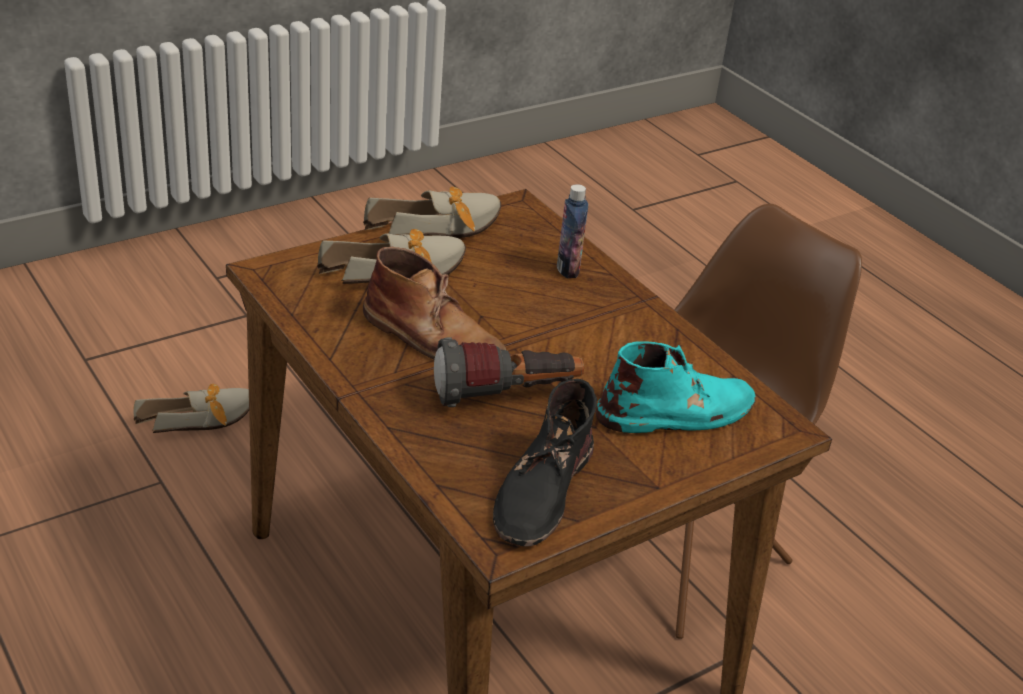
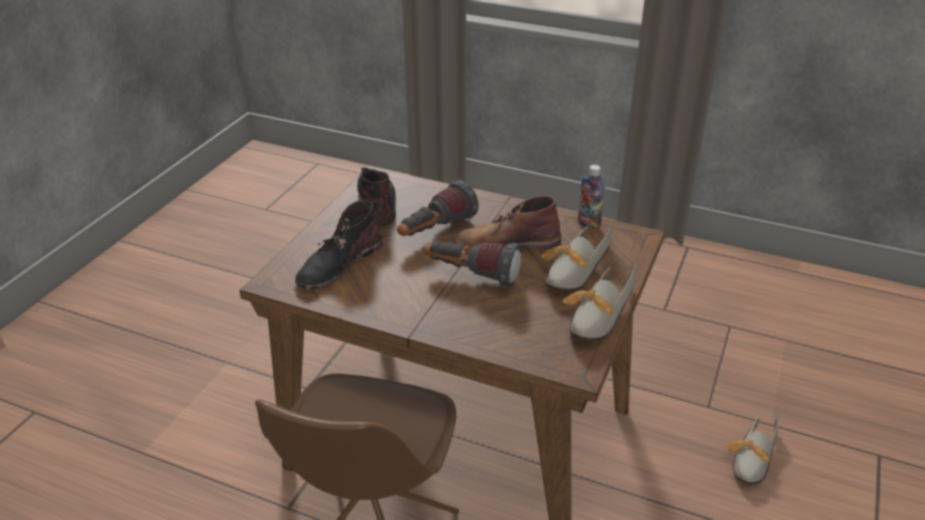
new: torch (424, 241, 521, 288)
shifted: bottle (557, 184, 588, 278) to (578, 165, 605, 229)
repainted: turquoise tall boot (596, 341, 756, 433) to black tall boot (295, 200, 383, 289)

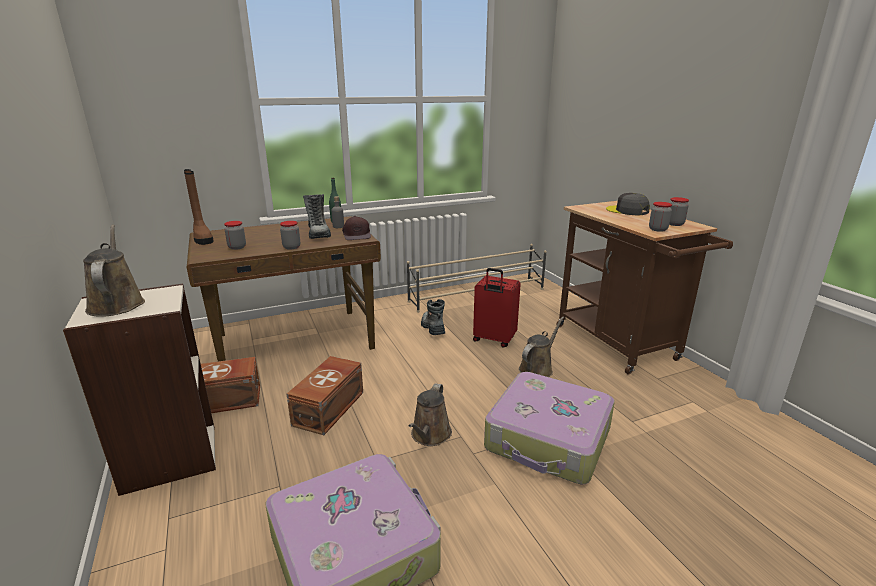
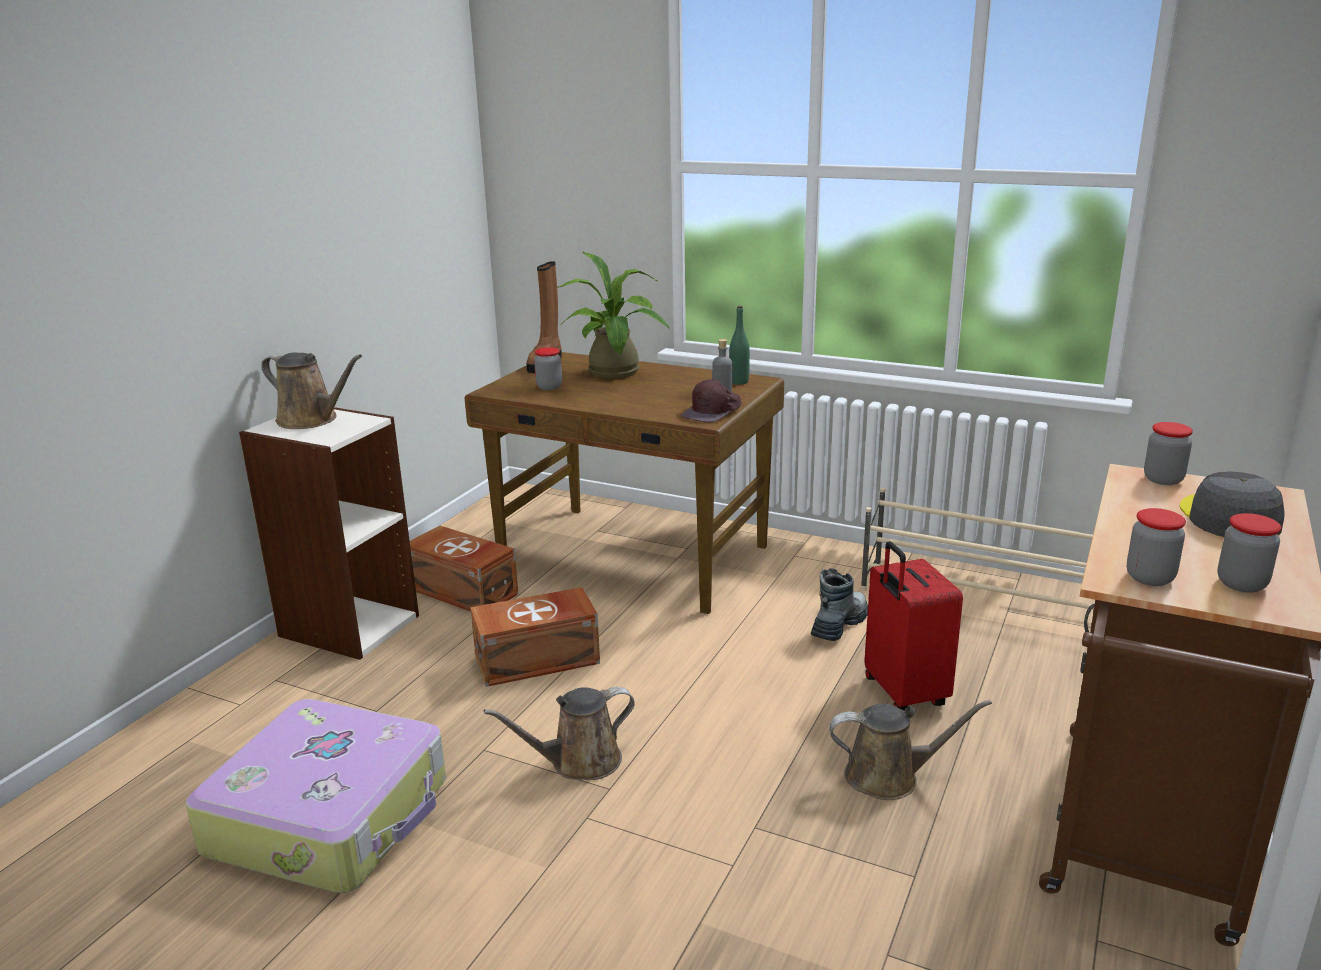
gone: tall boot (303, 194, 331, 239); travel case (484, 372, 615, 485)
new: houseplant (556, 252, 669, 378)
shifted: storage jar (280, 221, 300, 250) to (1144, 422, 1193, 485)
rotated: brown sprinkling can (83, 225, 145, 317) = (261, 352, 362, 429) 90 degrees clockwise

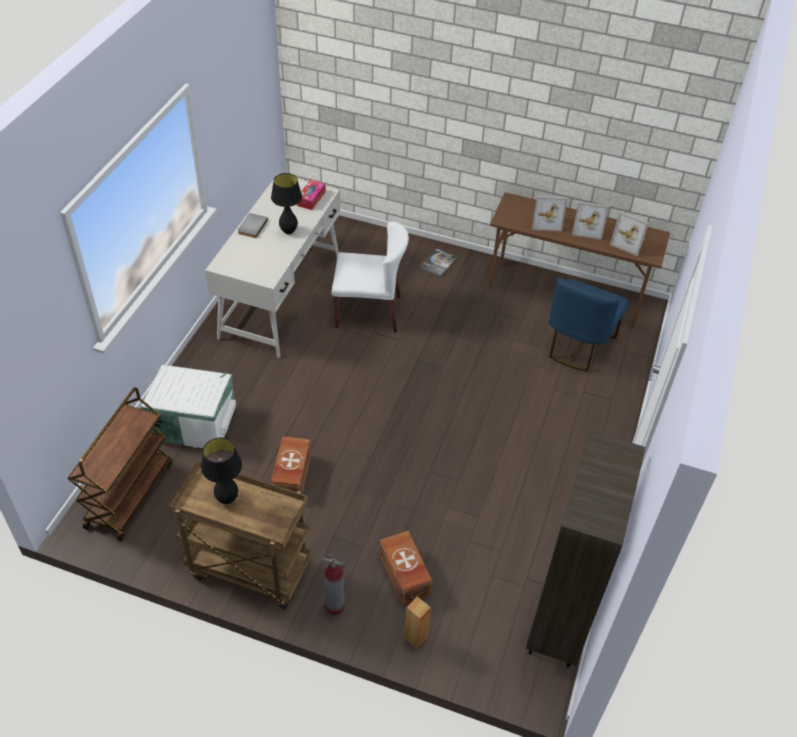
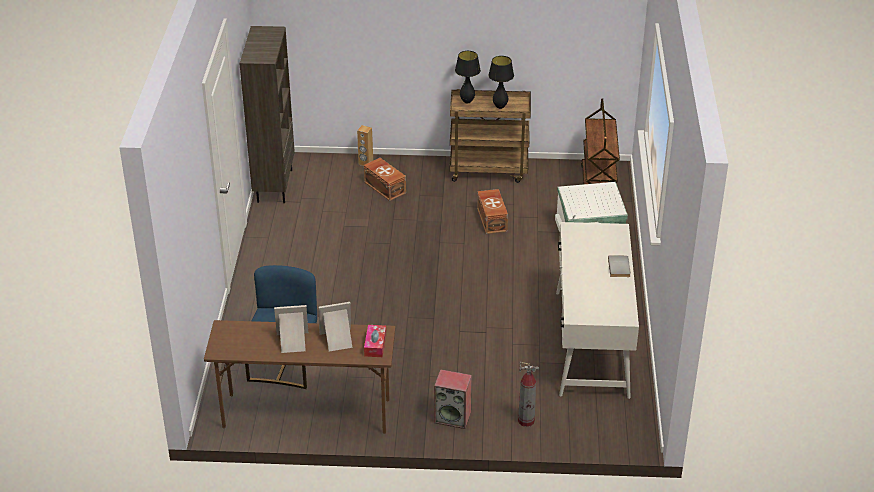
gone: white-coloured plain chair (332, 222, 409, 333); standing frame (610, 212, 649, 256)
shifted: box of tissues (297, 180, 326, 210) to (364, 325, 386, 357); black tabletop lamp (271, 173, 302, 234) to (455, 51, 481, 103); fire extinguisher (321, 553, 346, 615) to (518, 362, 539, 427)
swapped: book (420, 249, 458, 276) to loudspeaker (434, 369, 472, 429)

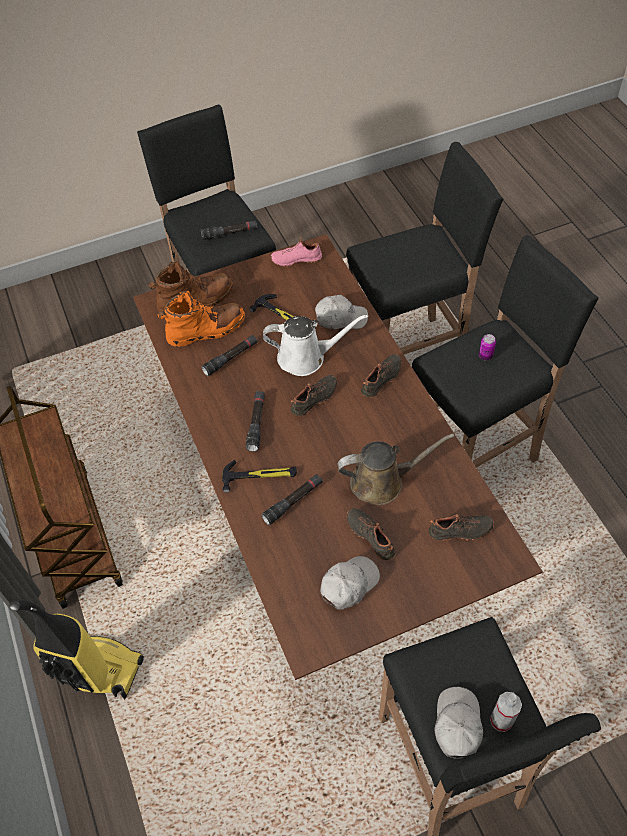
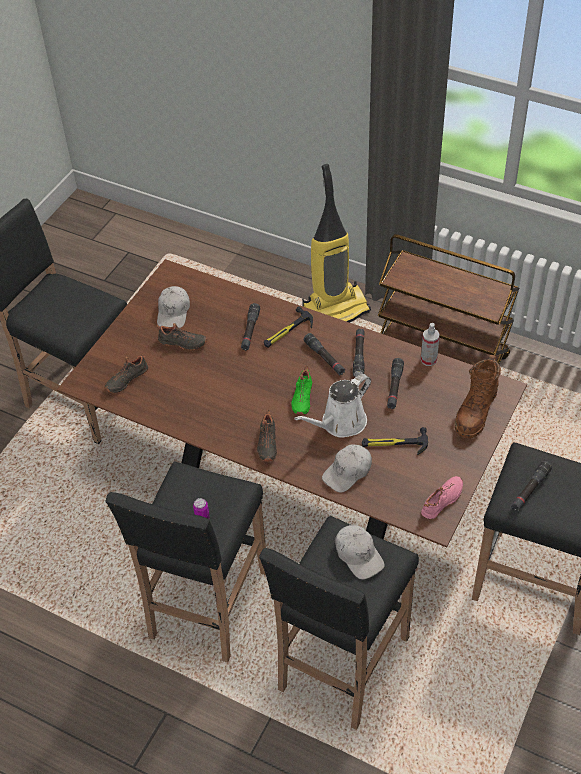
gone: orangey tall boot (157, 291, 245, 347); brown sprinkling can (338, 433, 455, 505)
new: black torch (353, 329, 365, 377)
shifted: white-coloured peaked cap (435, 687, 483, 759) to (335, 525, 385, 579); hand sprayer (490, 692, 522, 732) to (421, 323, 440, 366)
repainted: black low shoe (291, 375, 337, 416) to greenish low shoe (291, 366, 312, 415)

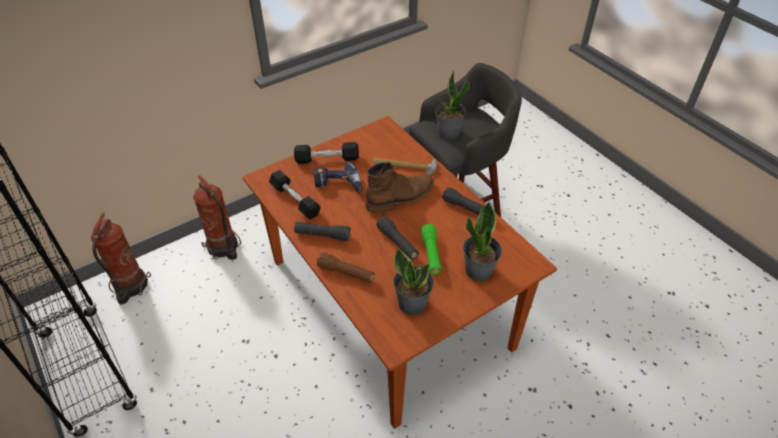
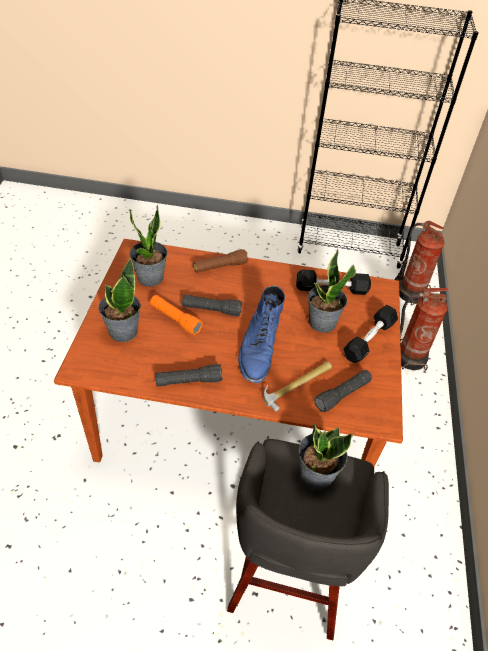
shifted: black torch (294, 222, 351, 241) to (314, 370, 372, 412)
swapped: electric drill (313, 162, 362, 192) to houseplant (308, 249, 356, 333)
repainted: greenish torch (421, 224, 442, 275) to orangey torch (150, 295, 203, 335); brown tall boot (365, 161, 434, 214) to blue tall boot (238, 286, 285, 383)

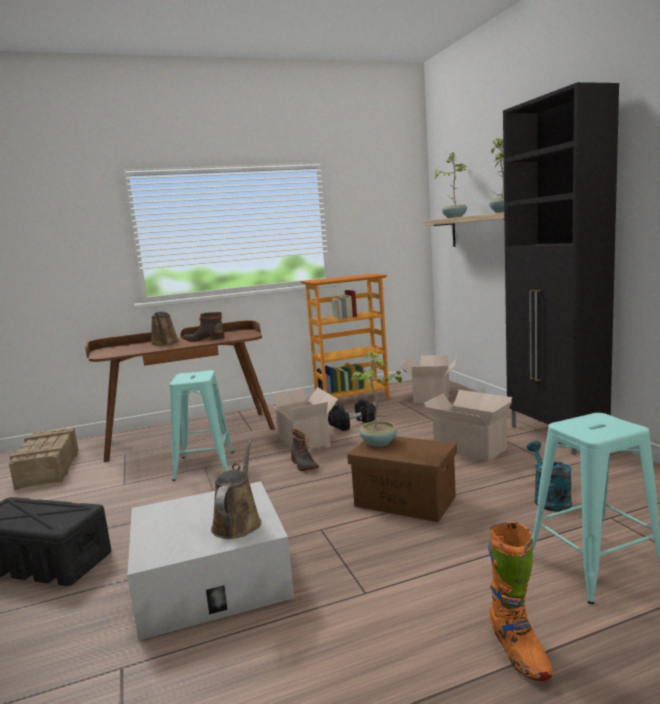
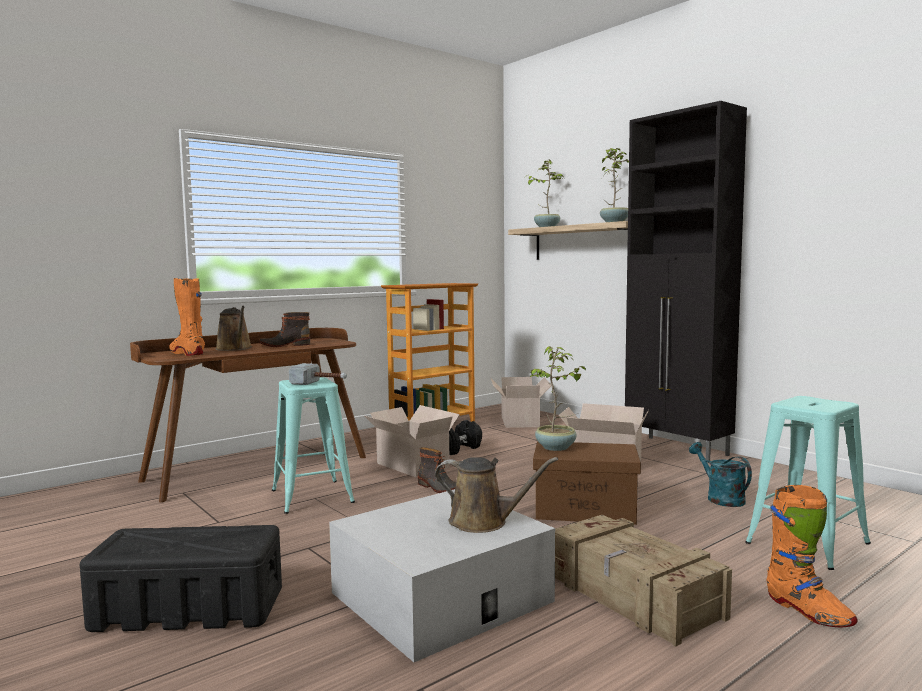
new: orangey tall boot (169, 278, 205, 356); tool hammer (289, 363, 347, 385)
shifted: shipping crate (9, 427, 78, 490) to (555, 515, 732, 646)
rotated: brown sprinkling can (211, 440, 262, 539) = (435, 457, 558, 533) 120 degrees clockwise

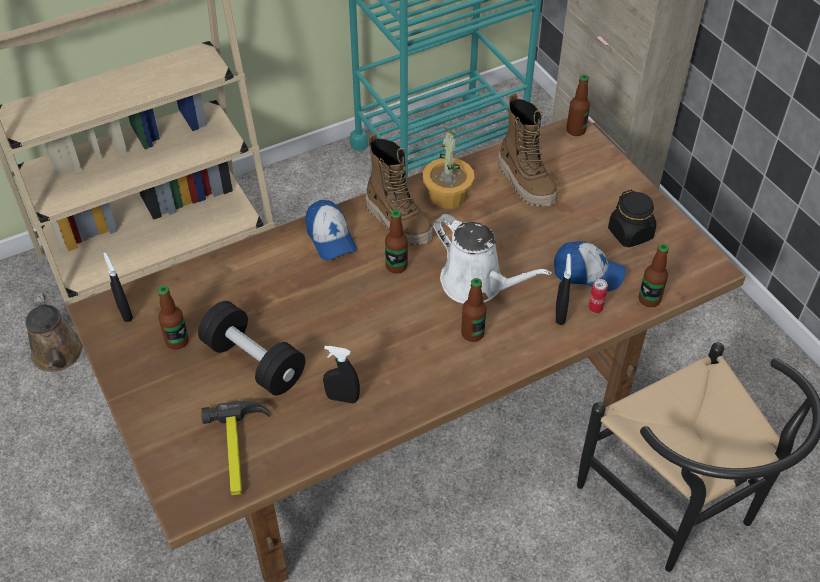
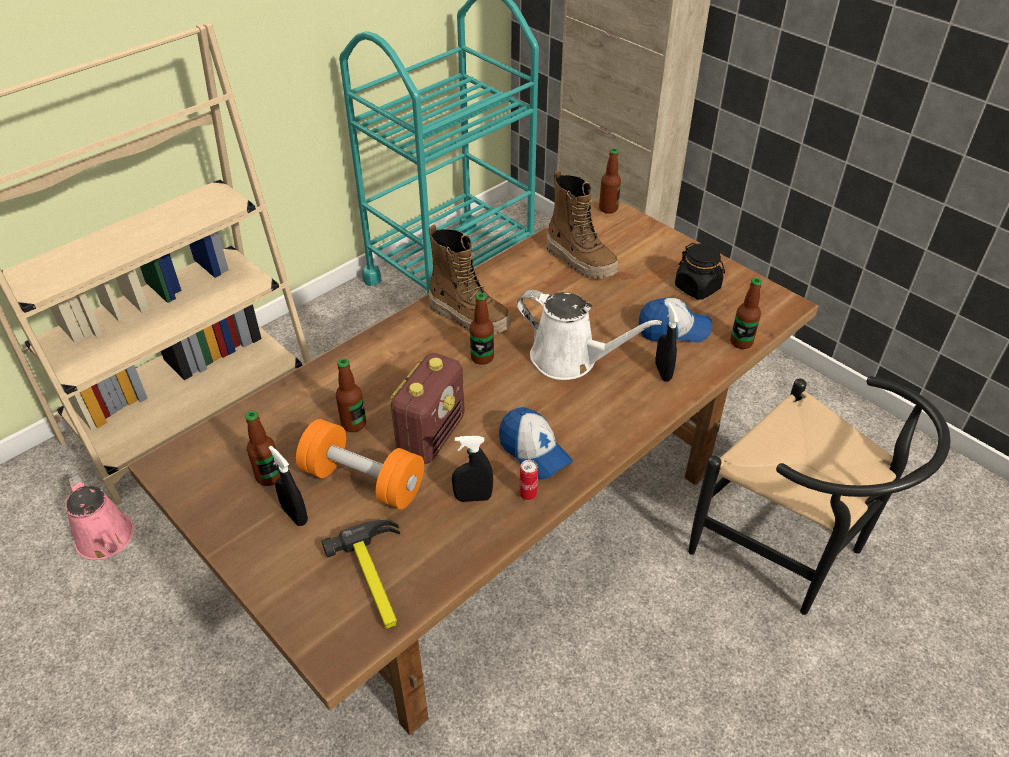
gone: houseplant (423, 128, 474, 209)
new: radio (390, 353, 465, 464)
shifted: black hand sprayer (104, 252, 133, 322) to (269, 446, 308, 526); bottle (461, 278, 487, 342) to (336, 358, 366, 432); peaked cap (305, 200, 357, 260) to (499, 407, 573, 479); metal can (588, 279, 608, 313) to (520, 460, 538, 500)
repainted: brown sprinkling can (25, 292, 83, 372) to pink-coloured sprinkling can (65, 474, 134, 560); black hand weight (198, 301, 305, 396) to orangey hand weight (296, 419, 424, 509)

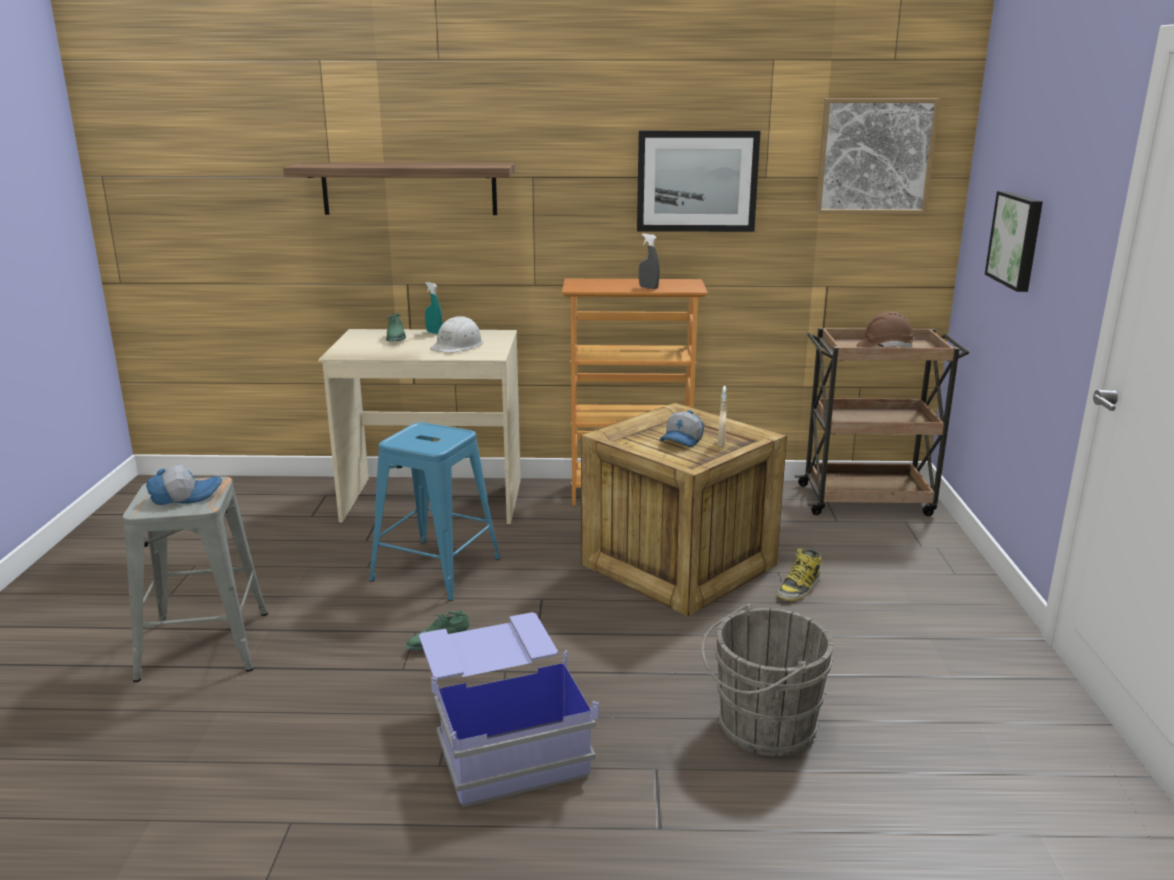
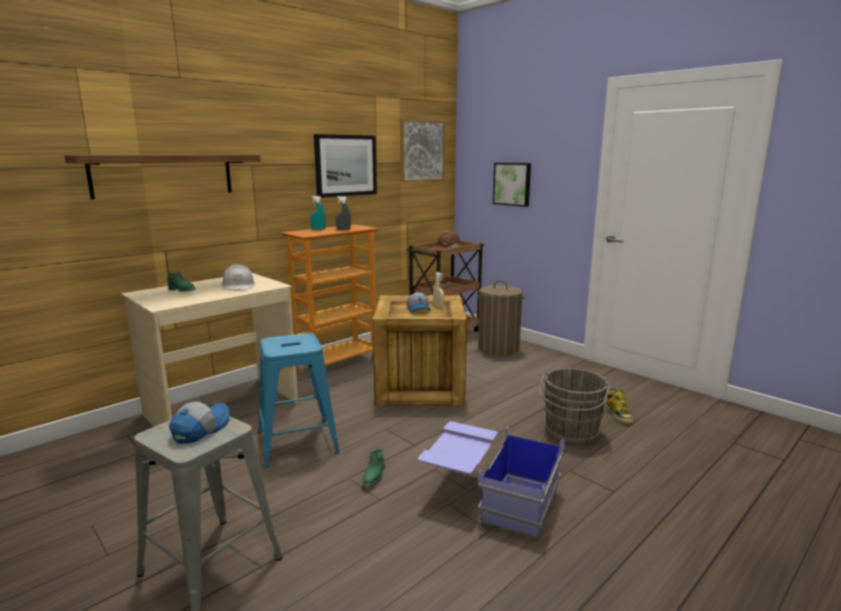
new: washing basket (475, 280, 528, 356)
shifted: turquoise hand sprayer (425, 282, 442, 334) to (311, 196, 326, 230); tall boot (777, 548, 821, 601) to (605, 389, 634, 424)

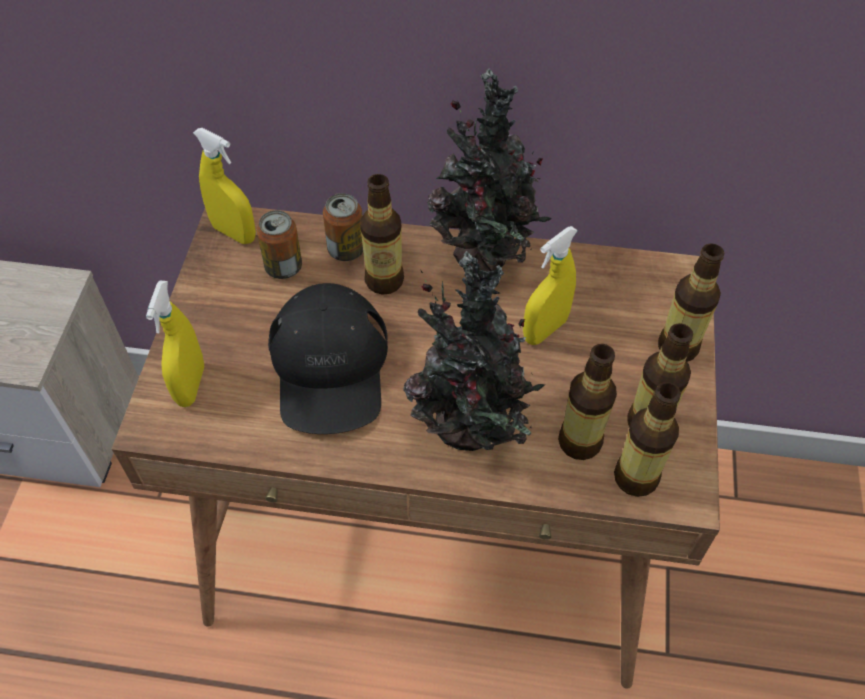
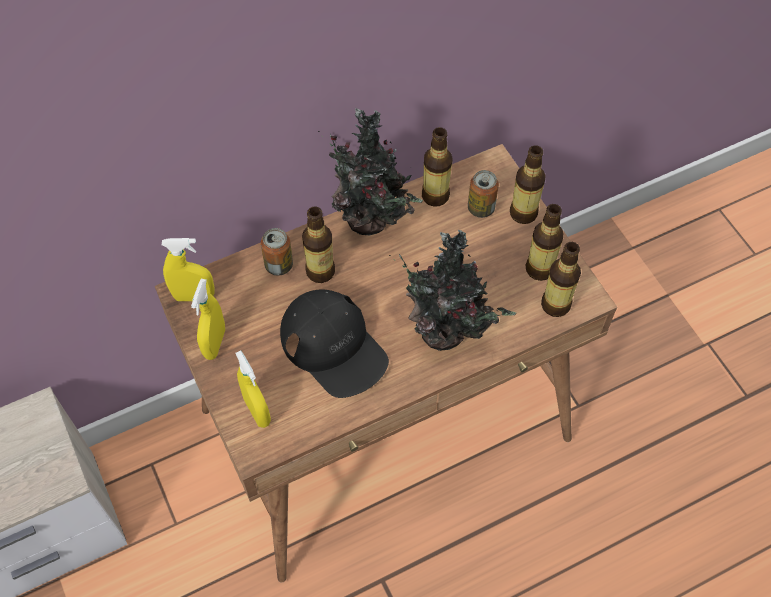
shifted: yellowish hand sprayer (523, 226, 578, 345) to (191, 279, 225, 360); bottle (558, 344, 617, 460) to (422, 127, 453, 206); metal can (257, 210, 302, 279) to (468, 170, 499, 218)

